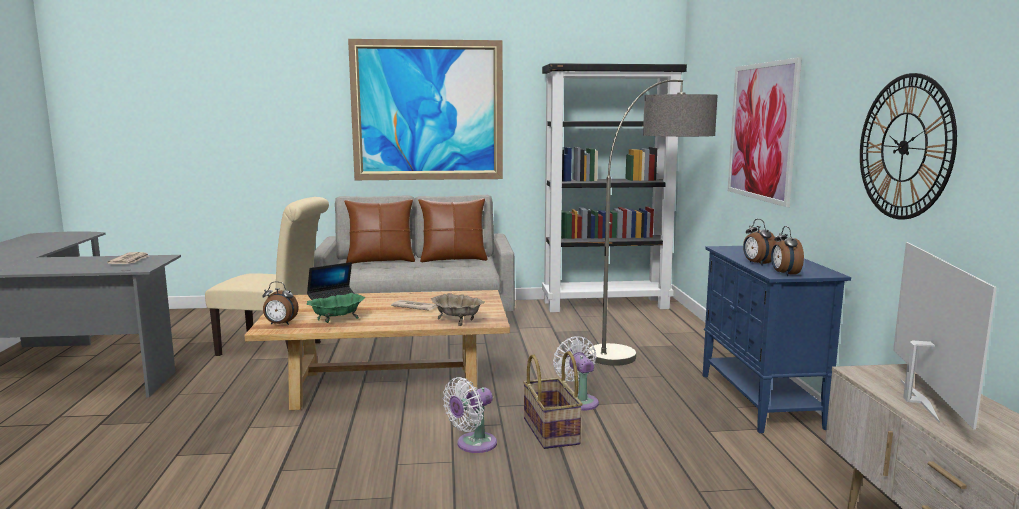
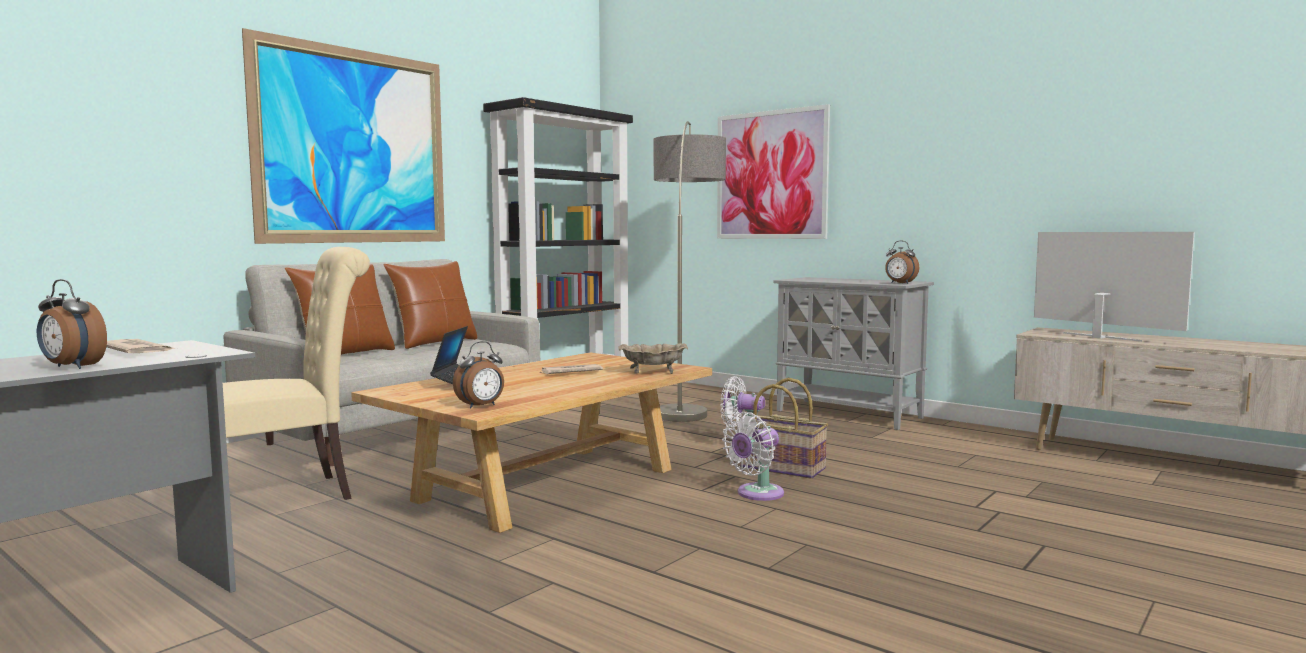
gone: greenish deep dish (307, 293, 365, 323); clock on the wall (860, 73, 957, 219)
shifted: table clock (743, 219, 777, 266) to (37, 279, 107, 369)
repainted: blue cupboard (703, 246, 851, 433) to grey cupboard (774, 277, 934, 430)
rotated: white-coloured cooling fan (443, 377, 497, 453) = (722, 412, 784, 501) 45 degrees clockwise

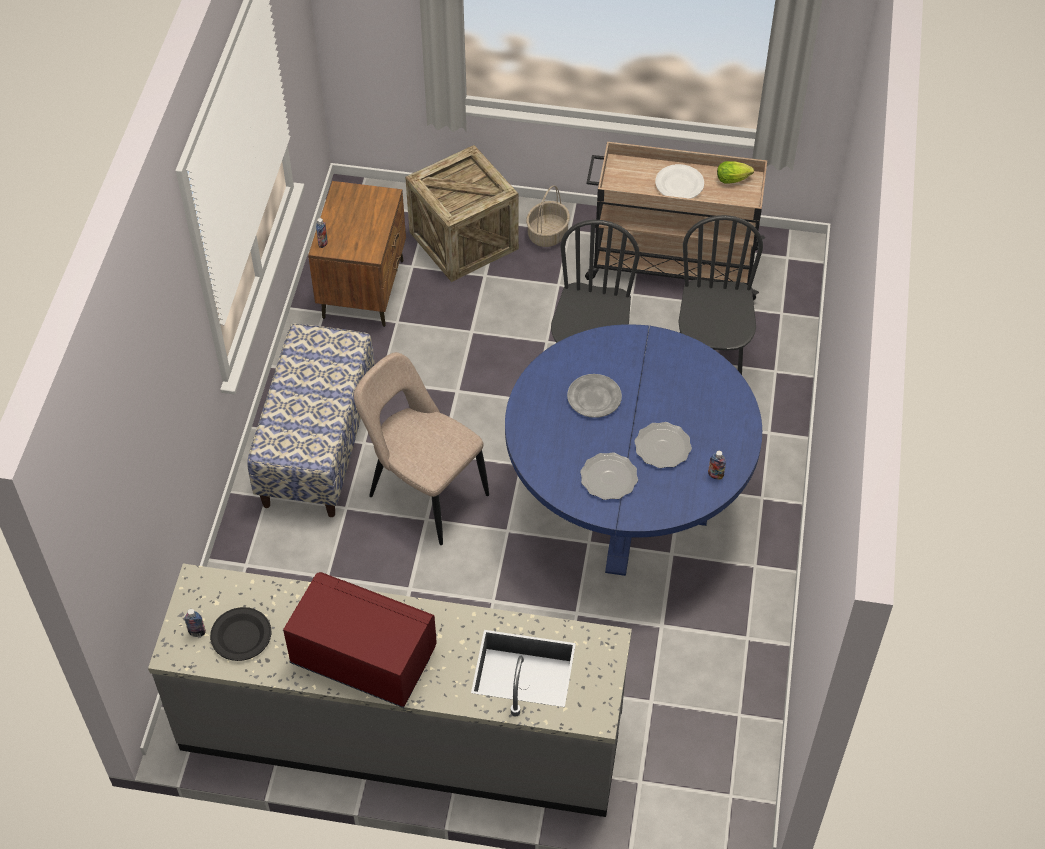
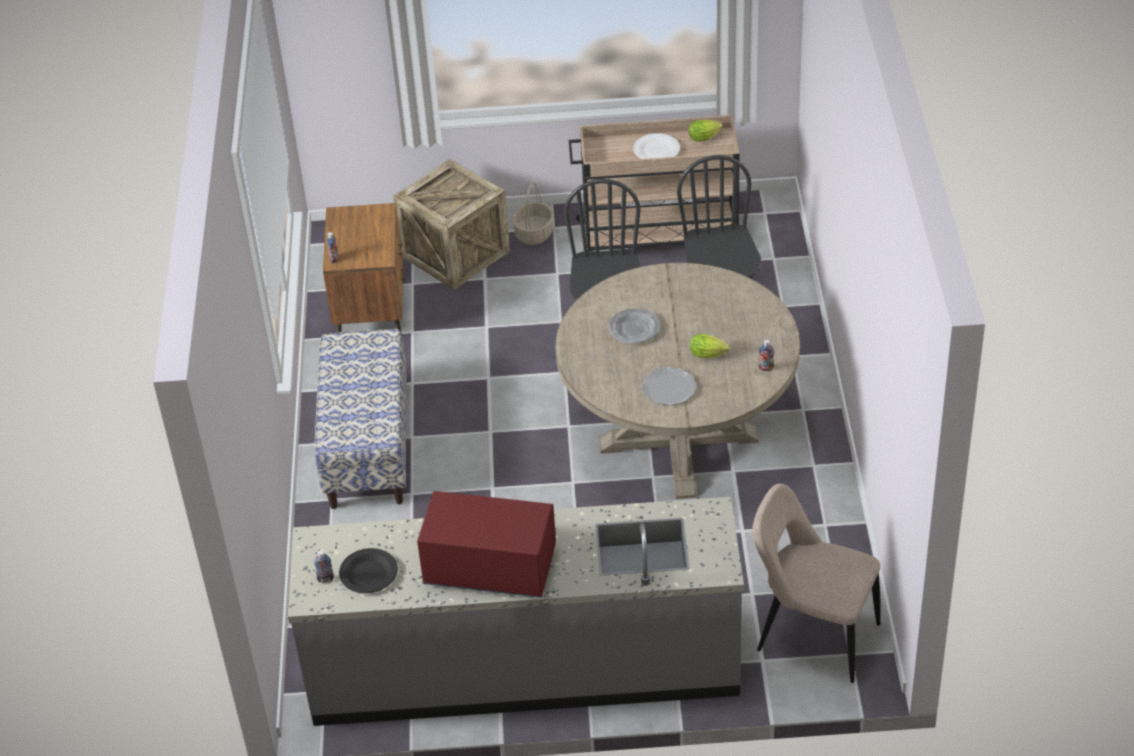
shifted: sand-coloured plain chair (354, 352, 489, 545) to (752, 484, 881, 683)
swapped: plate (634, 422, 692, 468) to head of lettuce (690, 334, 730, 358)
repainted: blue dining table (505, 324, 762, 576) to sand-coloured dining table (555, 263, 800, 499)

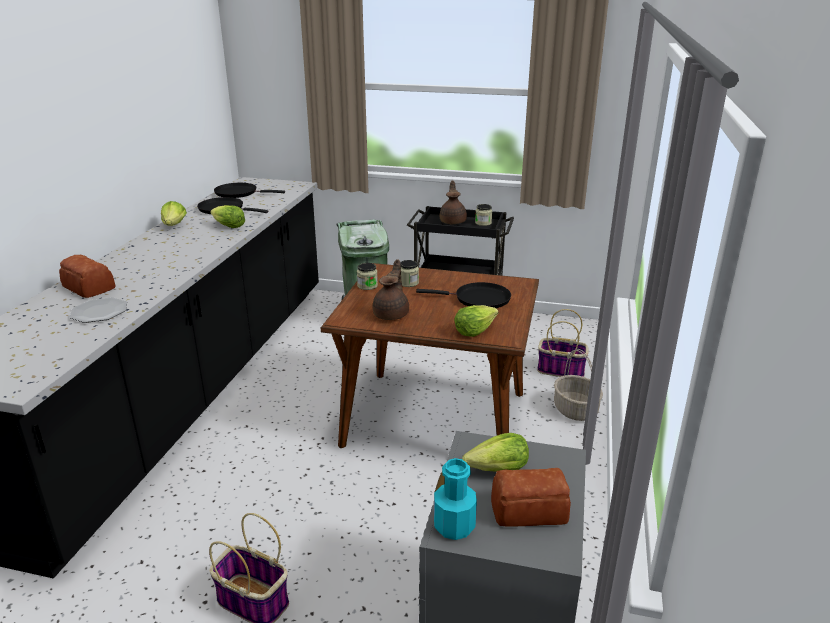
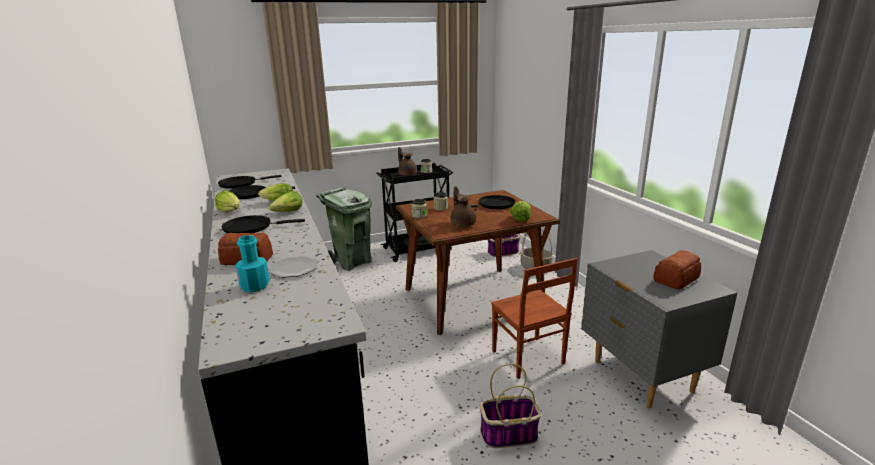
new: black frying pan (222, 215, 305, 233); brown plain chair (491, 258, 577, 379)
shifted: turquoise bottle (434, 458, 477, 540) to (235, 235, 270, 292); head of lettuce (462, 433, 529, 472) to (268, 191, 303, 212)

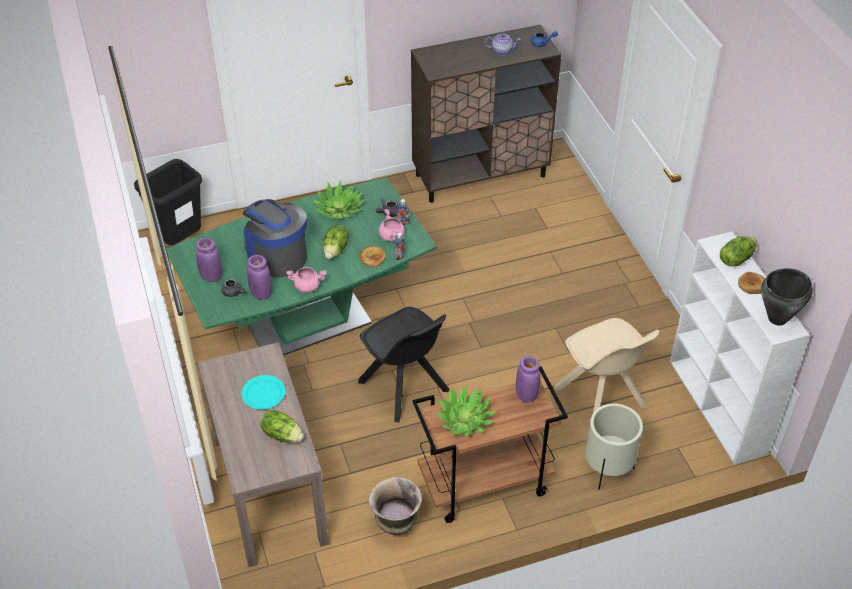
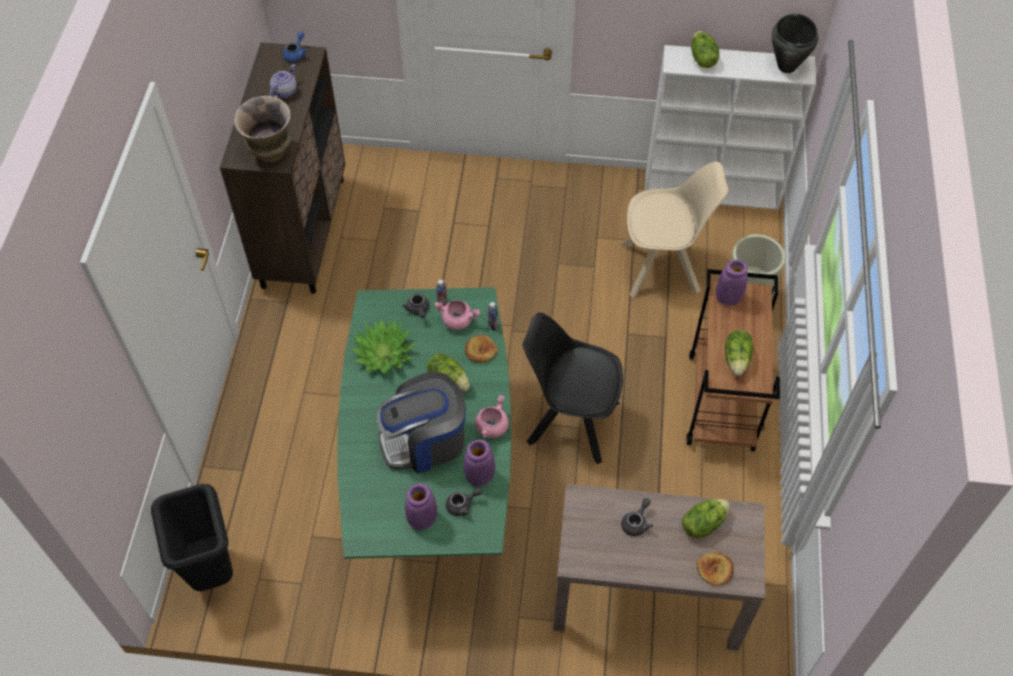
shifted: vase (369, 477, 422, 535) to (234, 96, 292, 162); bakery bread (738, 272, 765, 294) to (696, 552, 734, 586)
swapped: turquoise plate (241, 375, 286, 410) to grey pot for tea (621, 498, 653, 536); houseplant (435, 385, 497, 437) to head of lettuce (725, 330, 753, 376)
rotated: black plain chair (358, 307, 449, 423) = (523, 313, 623, 464) 150 degrees counterclockwise

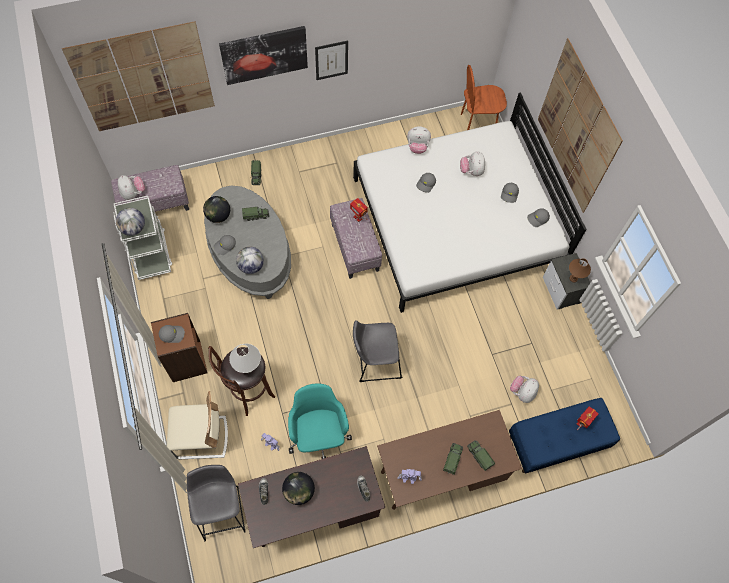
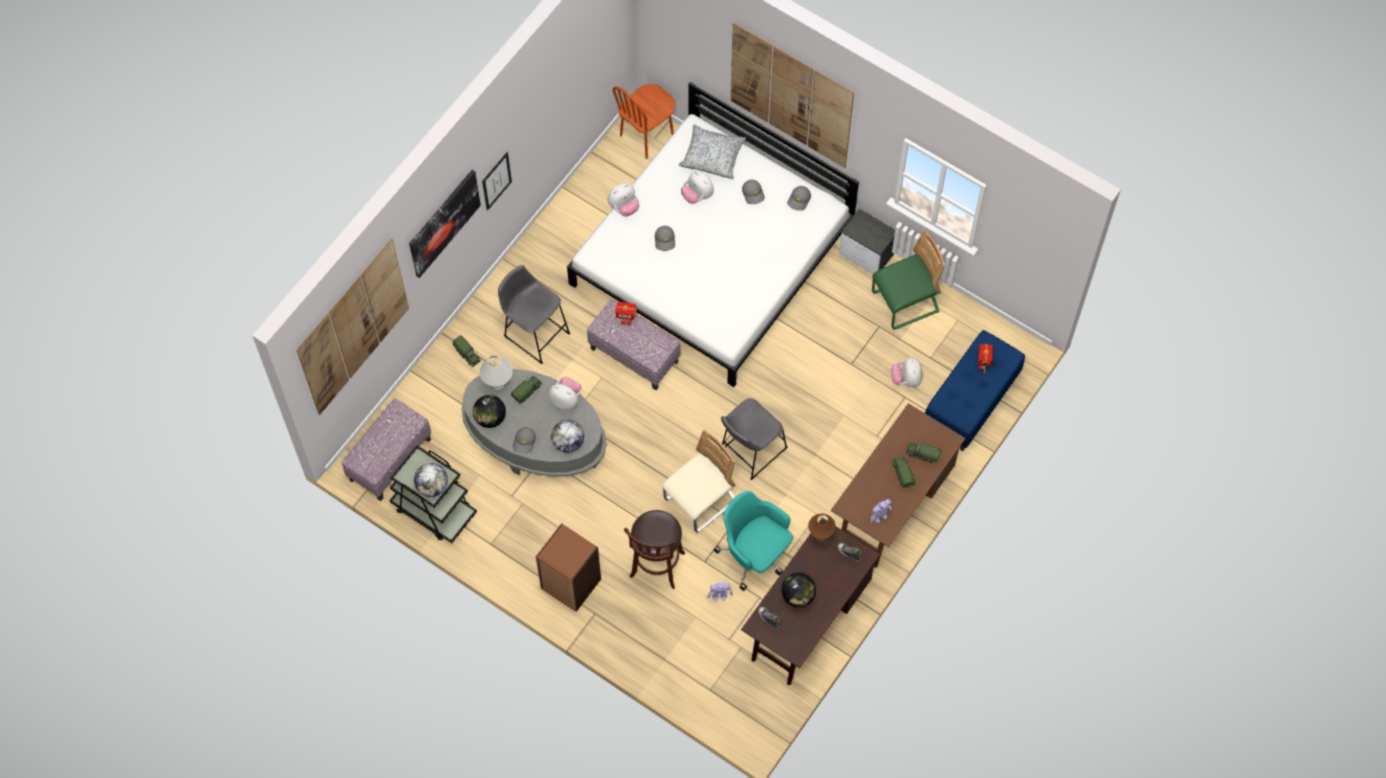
gone: grey peaked cap (159, 325, 185, 343)
new: pillow (679, 124, 746, 179); greenish plain chair (872, 230, 945, 330)
shifted: white-coloured tabletop lamp (229, 344, 261, 373) to (479, 355, 513, 390); grey stool (187, 465, 245, 542) to (498, 265, 570, 364); cuddly toy (118, 175, 145, 200) to (549, 377, 582, 410); sand-coloured plain chair (167, 391, 228, 459) to (662, 430, 735, 533); brown tabletop lamp (569, 258, 591, 283) to (808, 514, 836, 542)
repainted: white-coloured wheeled cart (113, 196, 172, 280) to black wheeled cart (390, 445, 477, 543)

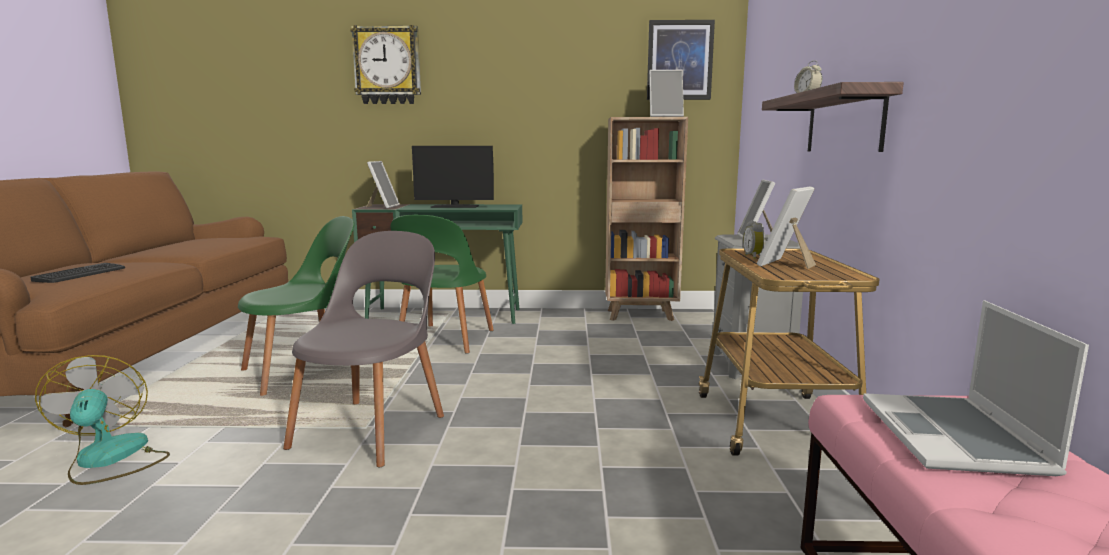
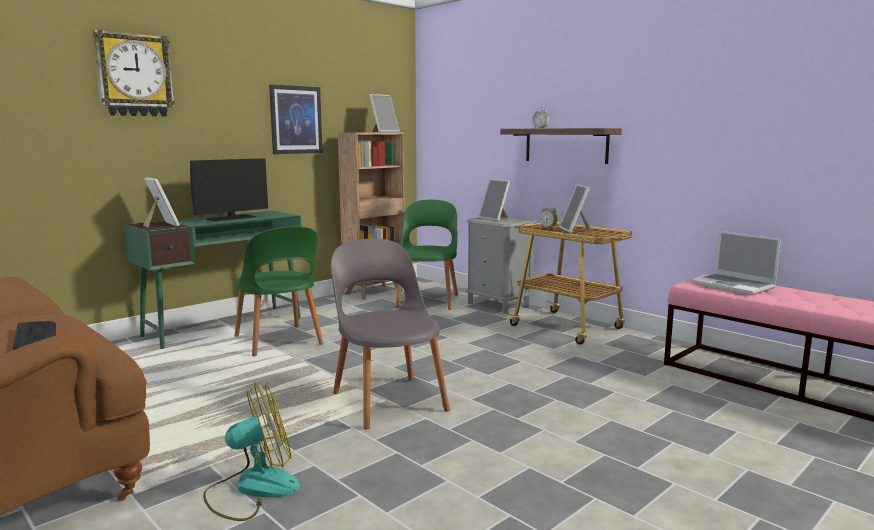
shifted: wall art (647, 20, 715, 100) to (269, 84, 323, 154); greenish plain chair (238, 216, 355, 396) to (395, 200, 458, 310)
rotated: cooling fan (35, 355, 170, 485) = (203, 383, 300, 521) 135 degrees clockwise

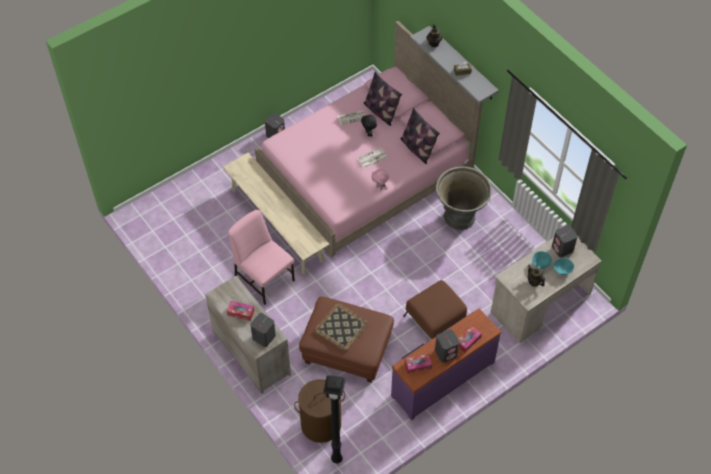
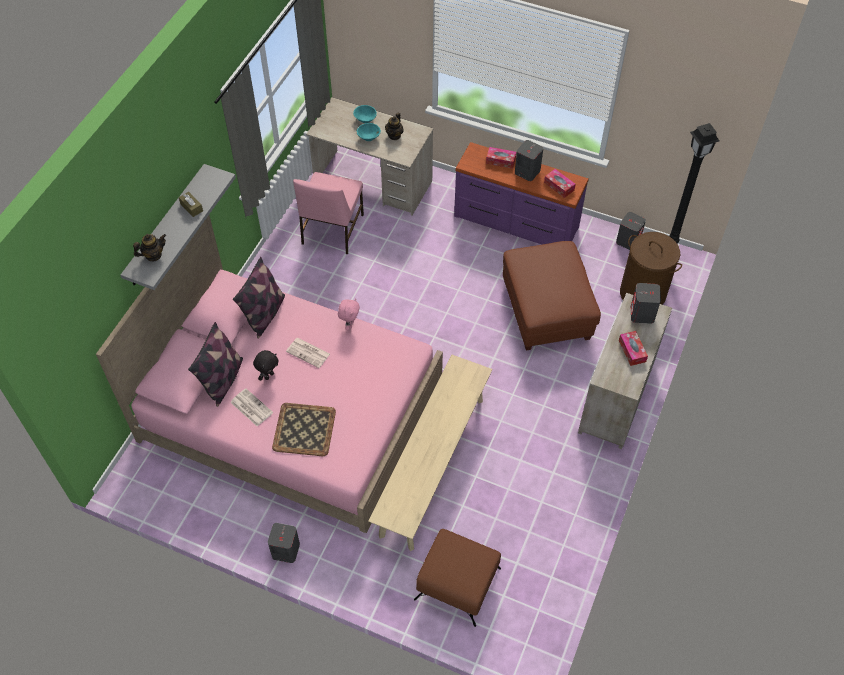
gone: grey plant pot (436, 166, 492, 230)
shifted: carrying tray (314, 303, 369, 351) to (272, 403, 336, 456); pink-coloured plain chair (228, 210, 295, 305) to (293, 172, 364, 254); brown footrest (403, 280, 467, 339) to (414, 529, 501, 627); grey loudspeaker (552, 225, 578, 257) to (616, 212, 646, 250)

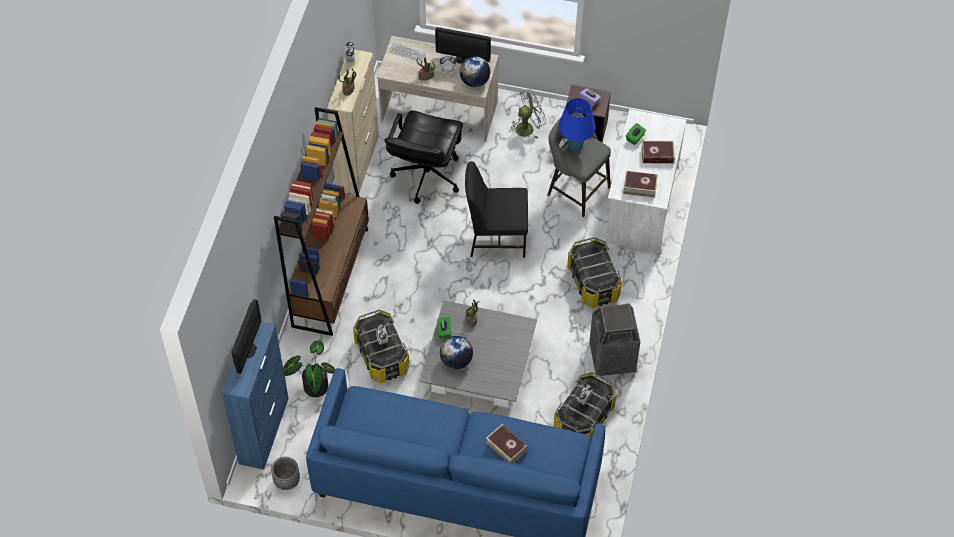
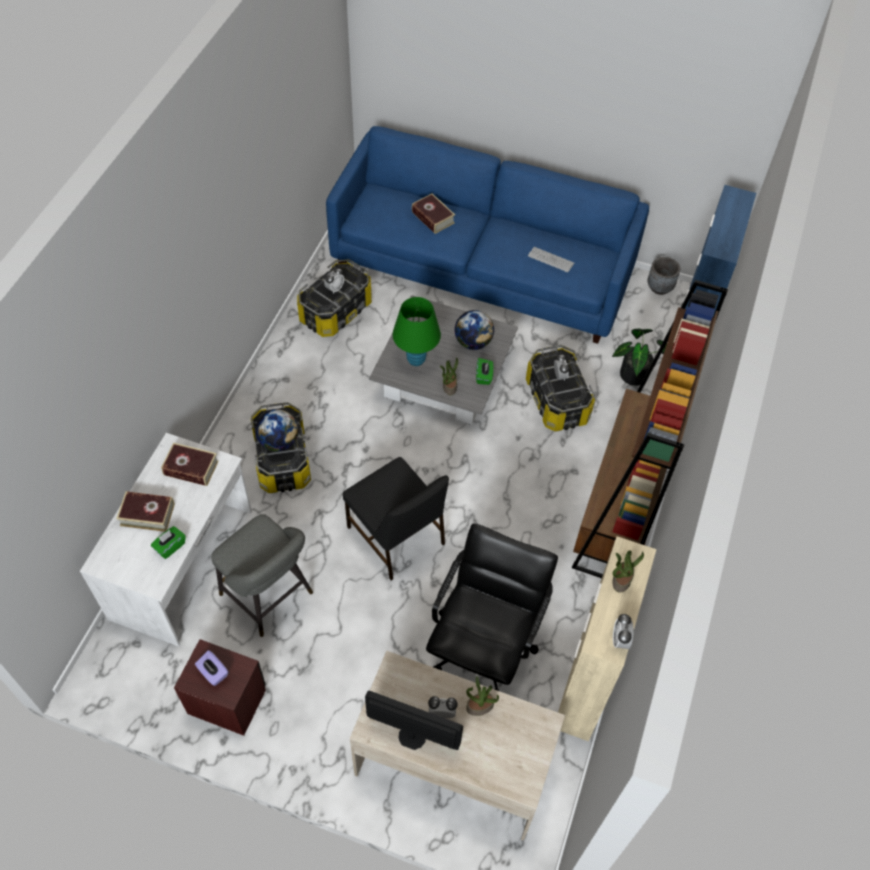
gone: computer screen (231, 299, 261, 374); grey cooling fan (509, 89, 546, 139); blue tabletop lamp (558, 98, 596, 151); waste bin (589, 304, 640, 376)
new: greenish tabletop lamp (393, 297, 441, 366)
shifted: world globe (460, 56, 491, 87) to (255, 409, 299, 452); PC keyboard (389, 42, 426, 62) to (528, 247, 574, 272)
rotated: black plain chair (465, 161, 528, 258) = (343, 457, 449, 580) 45 degrees clockwise

